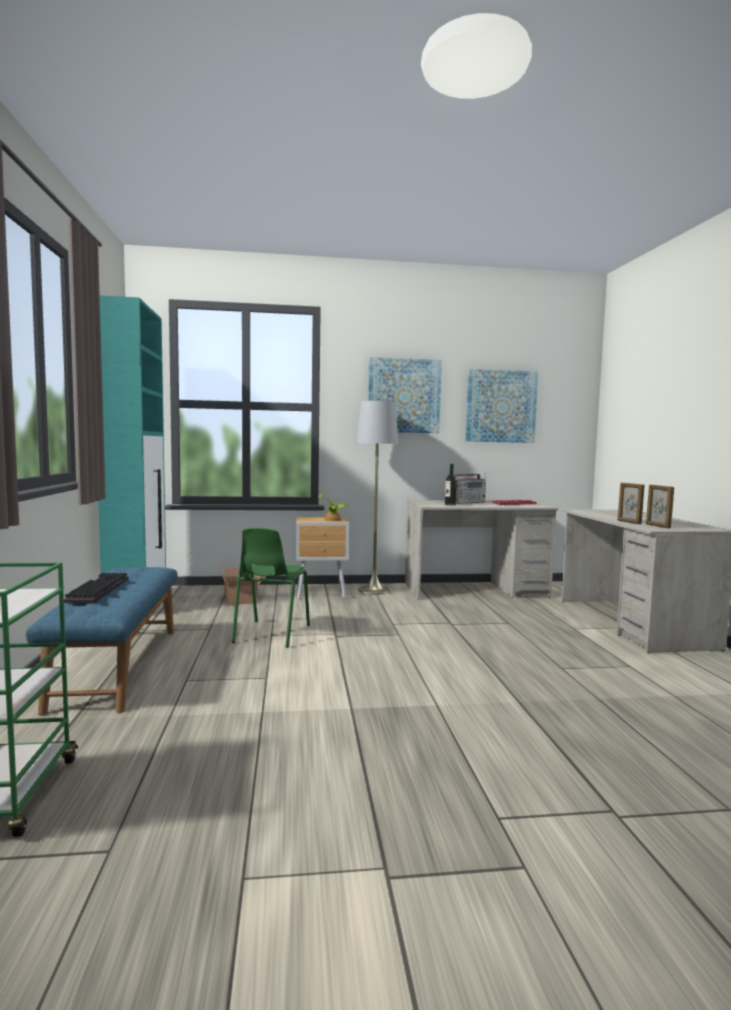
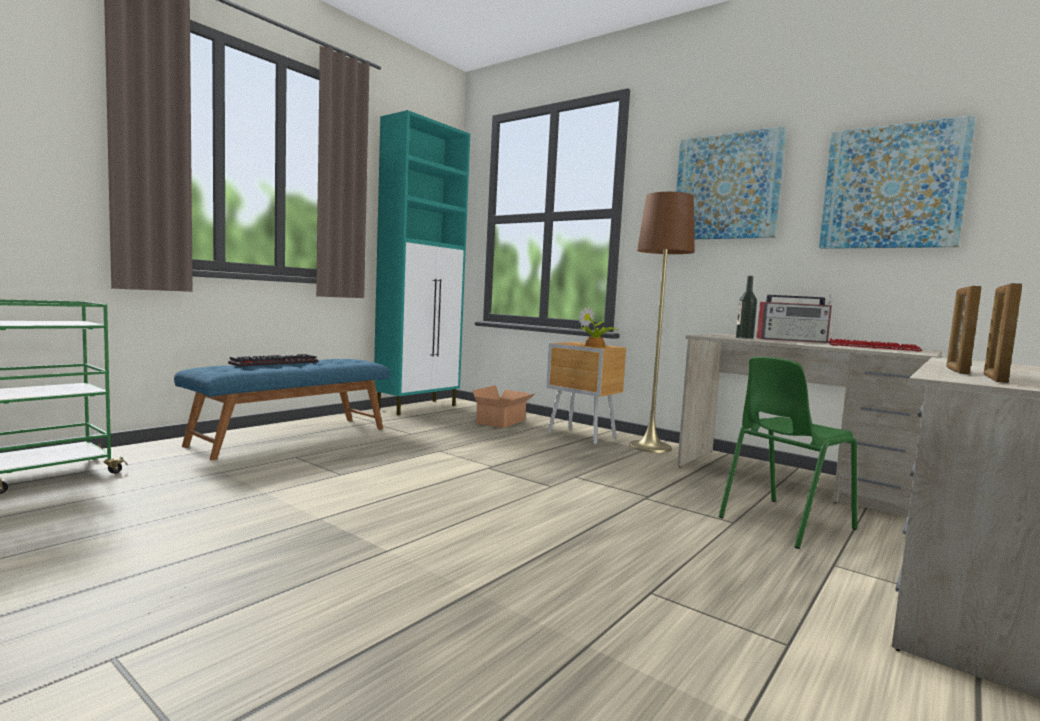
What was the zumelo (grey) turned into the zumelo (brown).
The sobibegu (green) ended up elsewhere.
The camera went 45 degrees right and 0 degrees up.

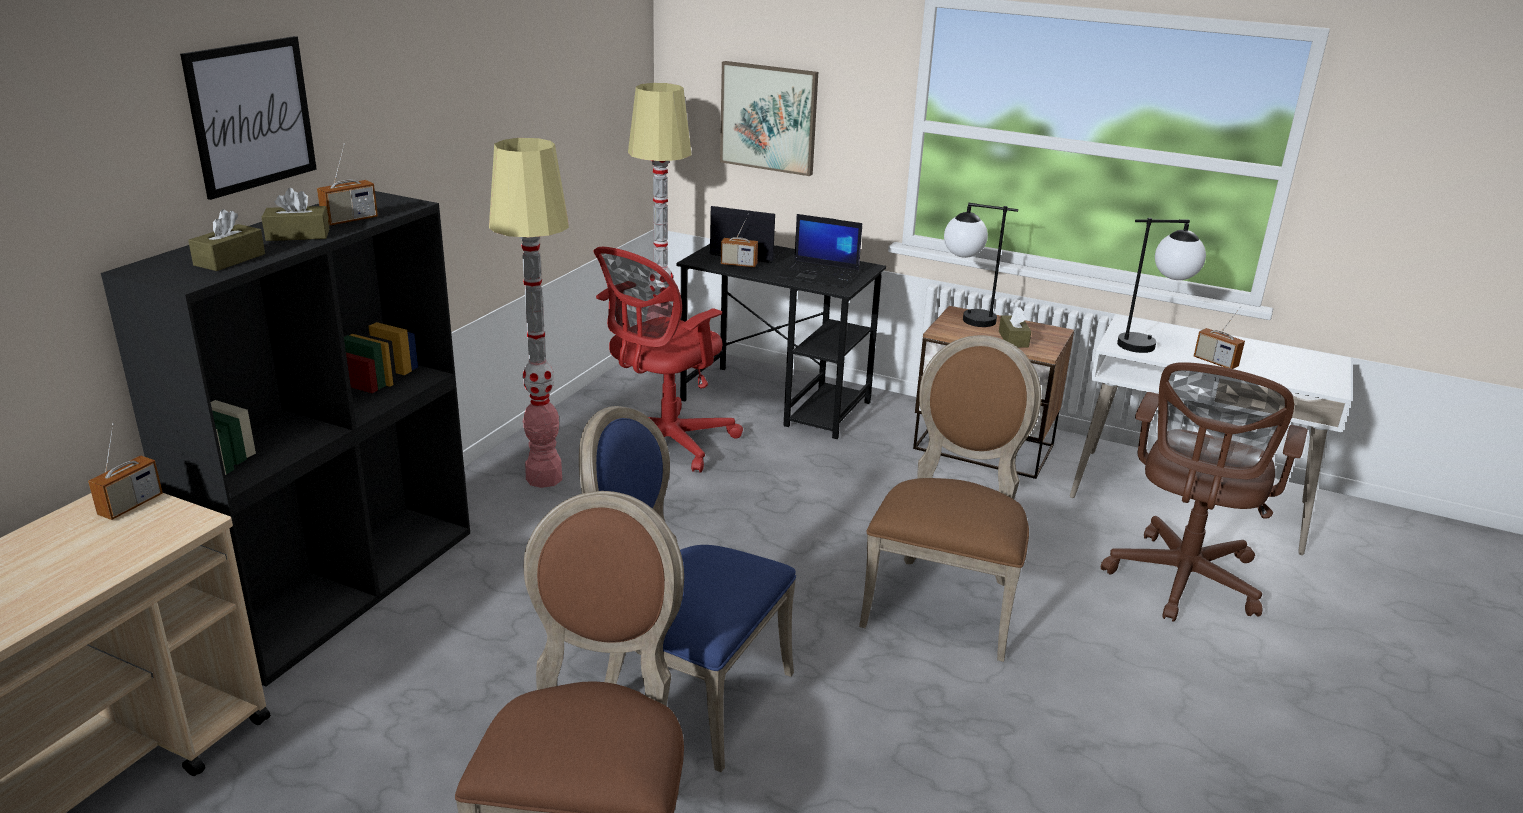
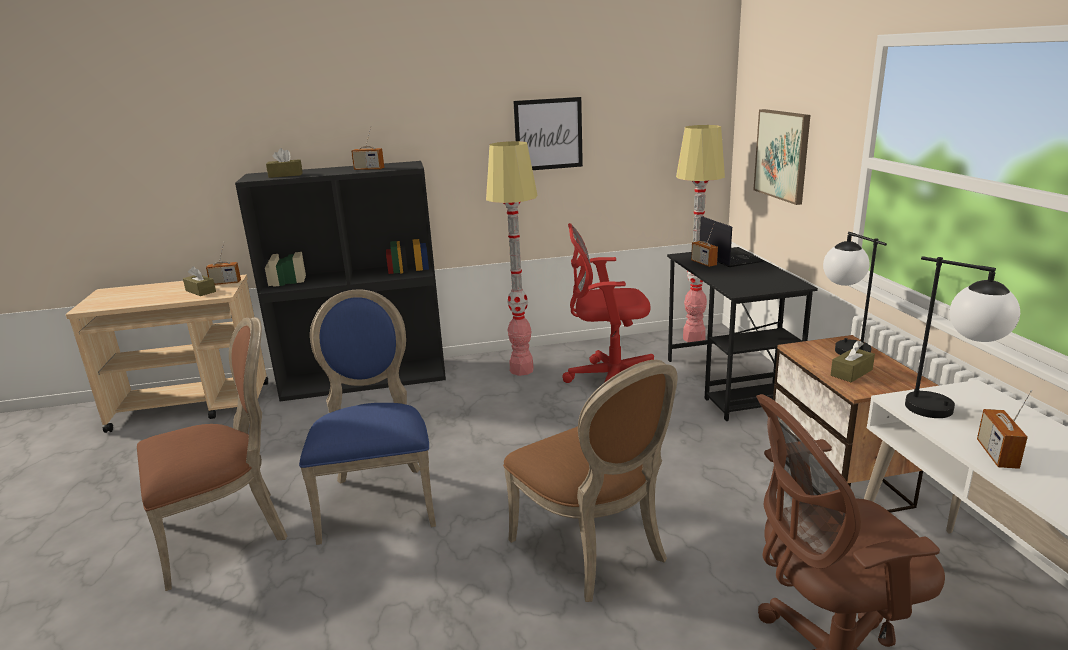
The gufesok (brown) (2nd from left in the first image) ended up elsewhere.
The sobibegu (brown) (2nd from left) ended up facing another way, 75 degrees clockwise from before.
The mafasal (1st from left) ended up elsewhere.
The second view lost the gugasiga (2nd from left).
The camera went 55 degrees right and 5 degrees down.

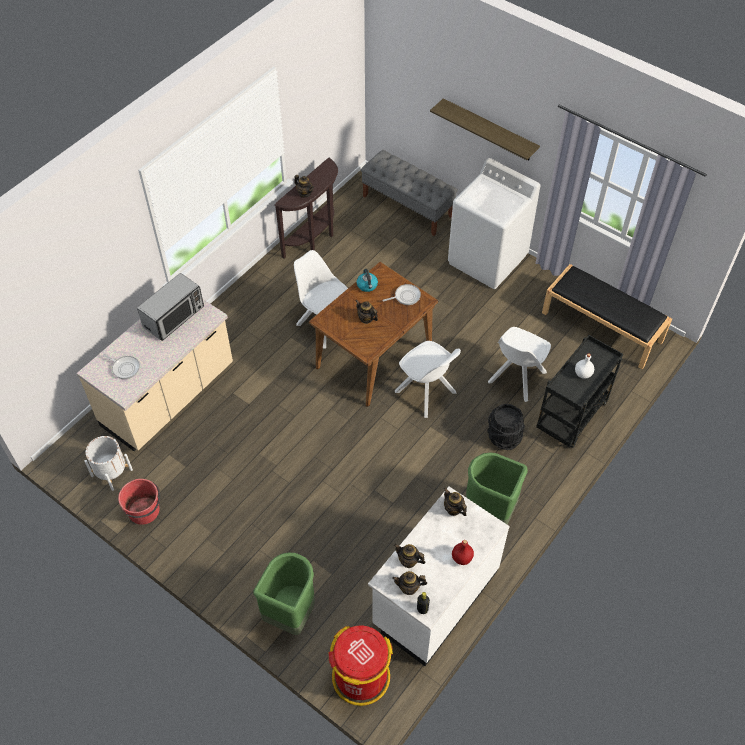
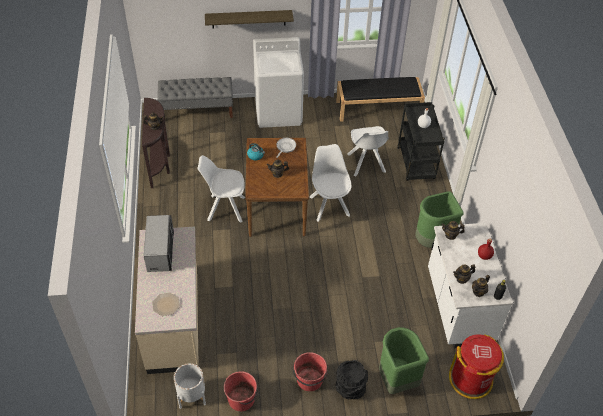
Where the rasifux (1st from left) stood, the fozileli came to stand.
The second view gained the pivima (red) (2nd from left).
The sobibegu (white) (2nd from left) ended up facing another way, 105 degrees counterclockwise from before.
The pivima (black) ended up elsewhere.
The camera went 45 degrees left and 5 degrees down.

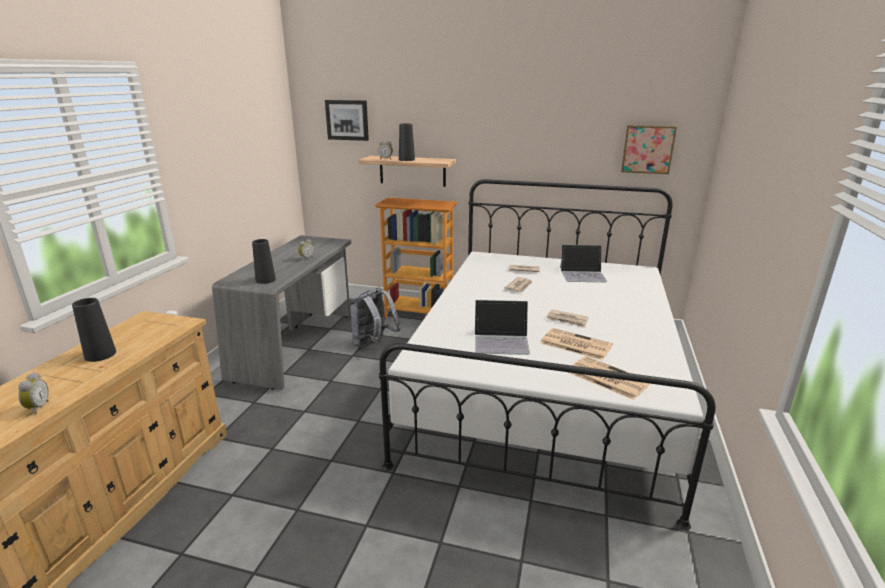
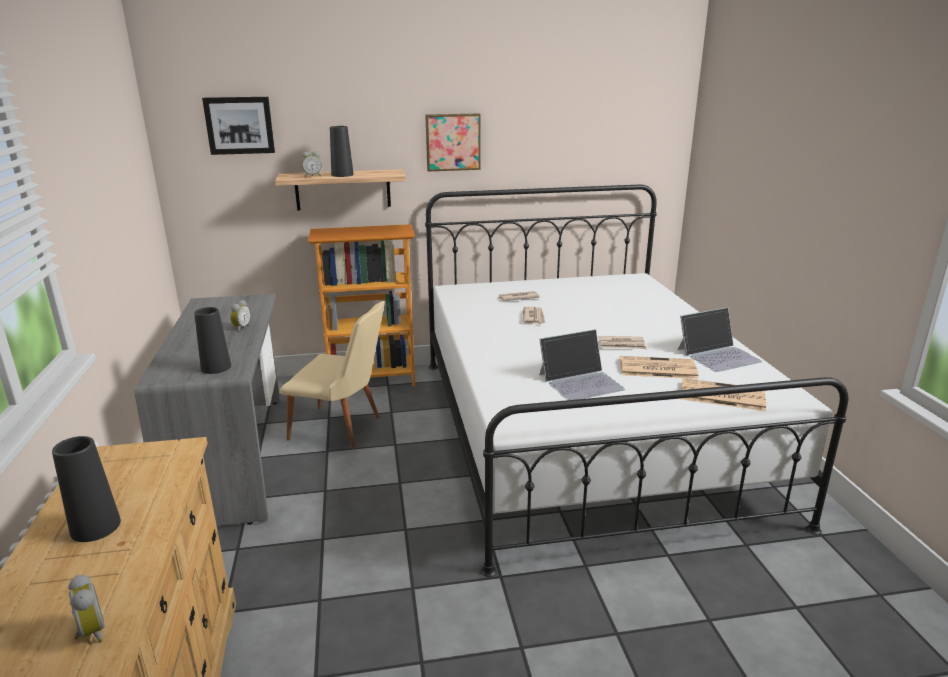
Where the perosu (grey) stood, the sobibegu (beige) came to stand.
The mafasal (2nd from left) ended up elsewhere.
The gugasiga (2nd from left) ended up elsewhere.
The camera went 25 degrees left and 0 degrees up.

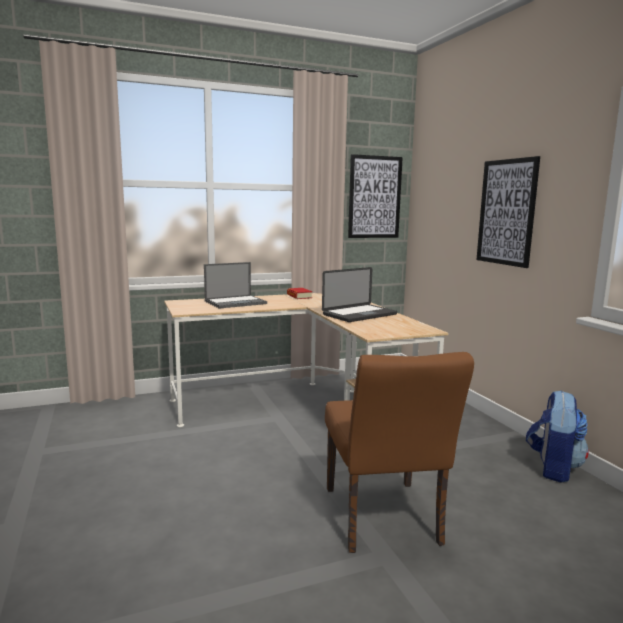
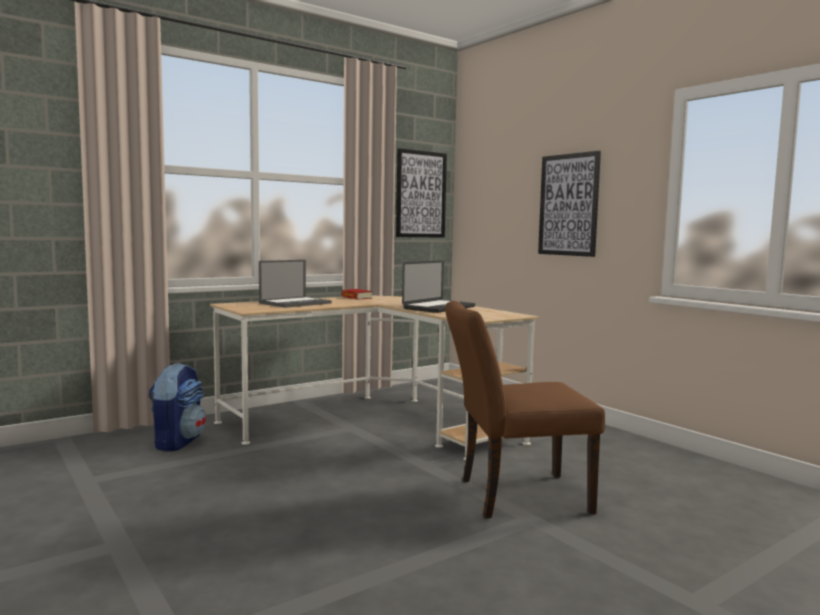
The perosu ended up elsewhere.
The sobibegu (brown) ended up facing another way, 105 degrees clockwise from before.
The camera went 15 degrees left and 5 degrees down.

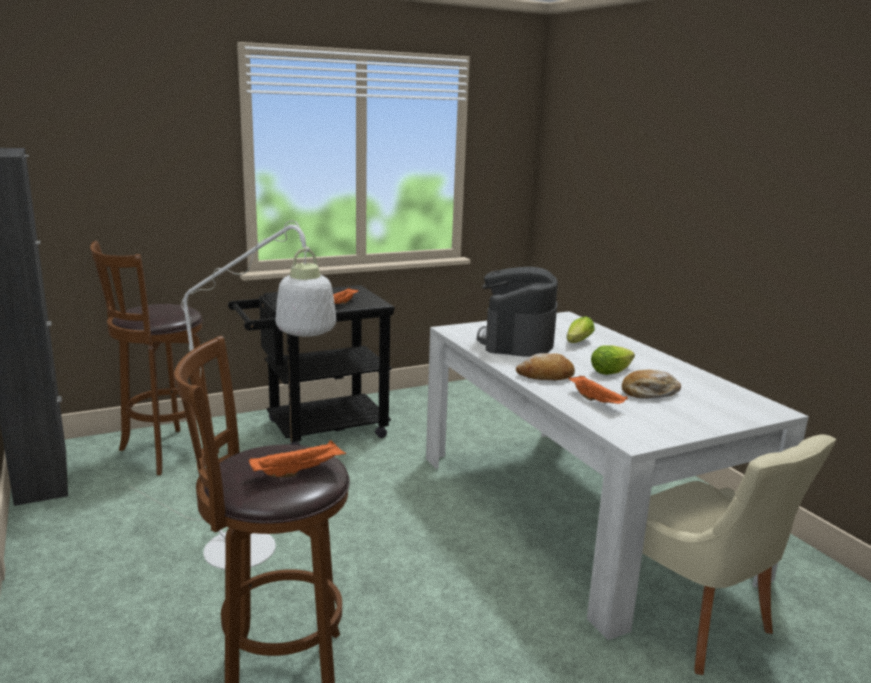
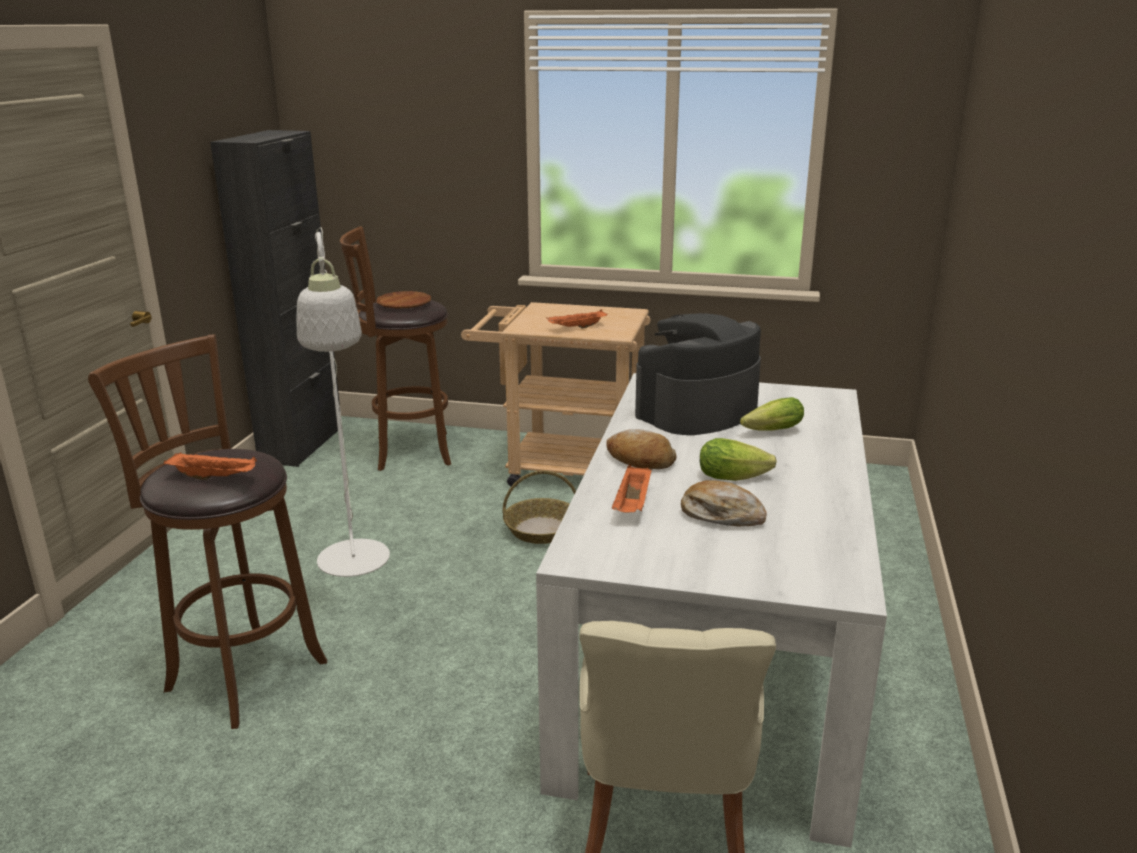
The second view gained the fozileli (brown).
What was the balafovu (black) turned into the balafovu (beige).
The second view gained the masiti.
The camera went 40 degrees right and 5 degrees up.

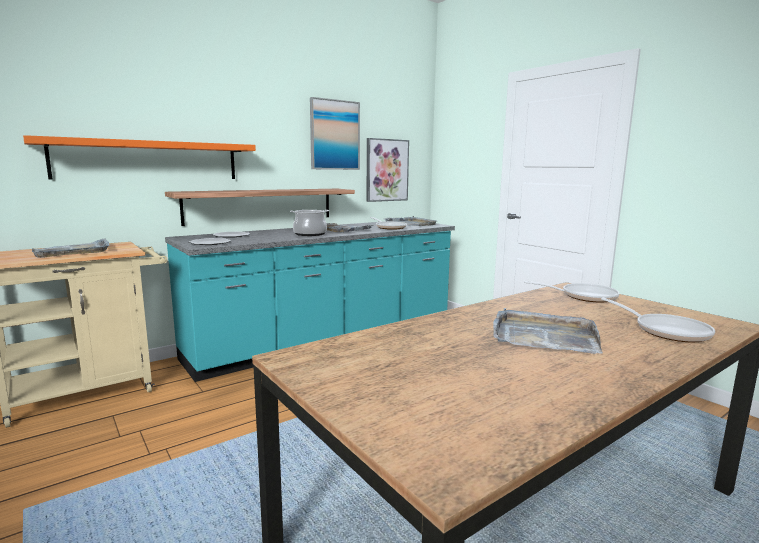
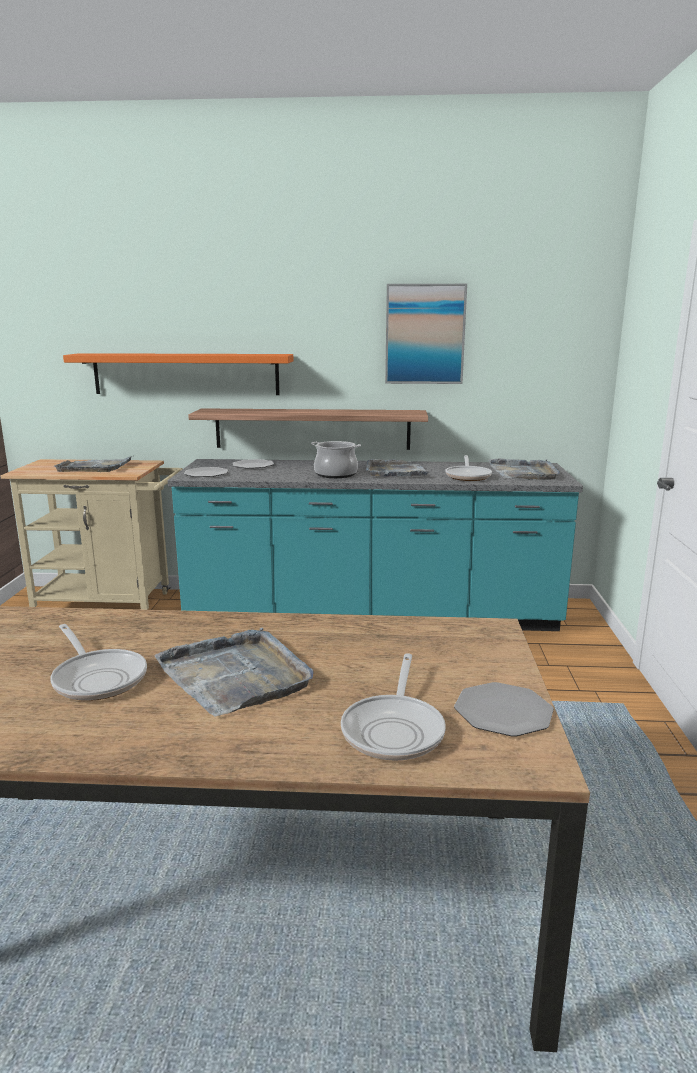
The rasifux (2nd from left in the first image) ended up elsewhere.
The second view gained the fozileli (3rd from left).
The second view lost the mafasal (2nd from left).
The camera went 40 degrees right and 5 degrees up.

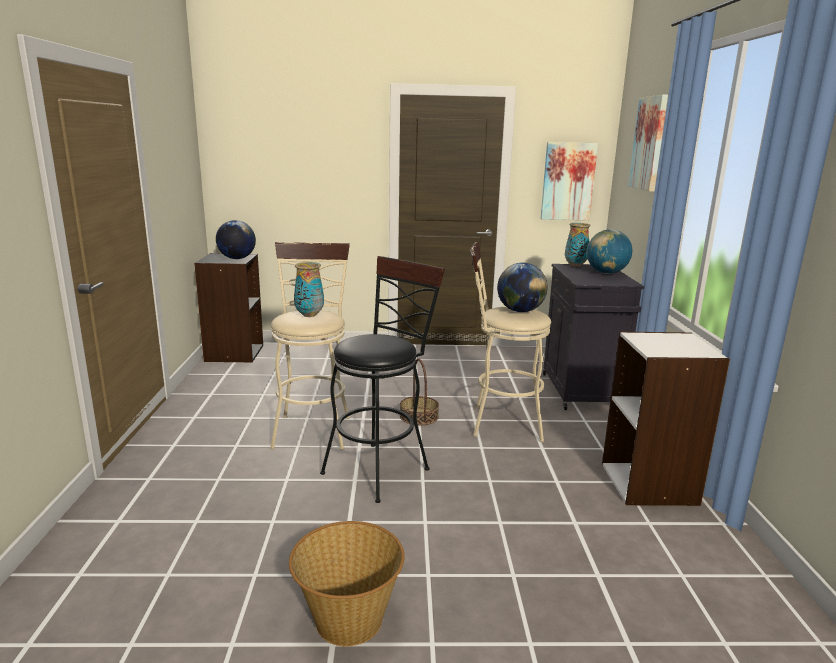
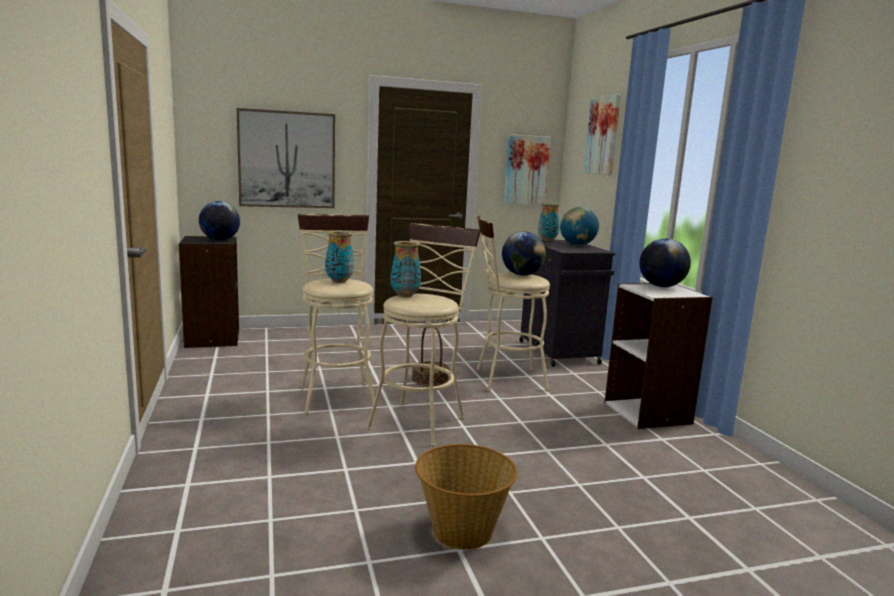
The second view gained the mafasal (1st from left).
What was the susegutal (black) turned into the susegutal (beige) (2nd from left).
The second view gained the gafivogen (2nd from left).
The second view gained the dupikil (4th from left).
The camera went 15 degrees left and 5 degrees down.

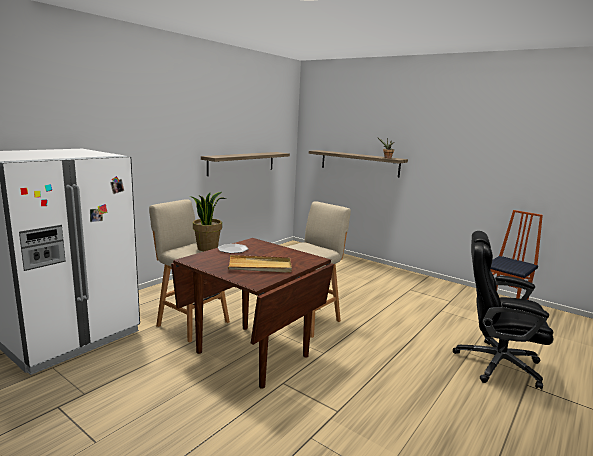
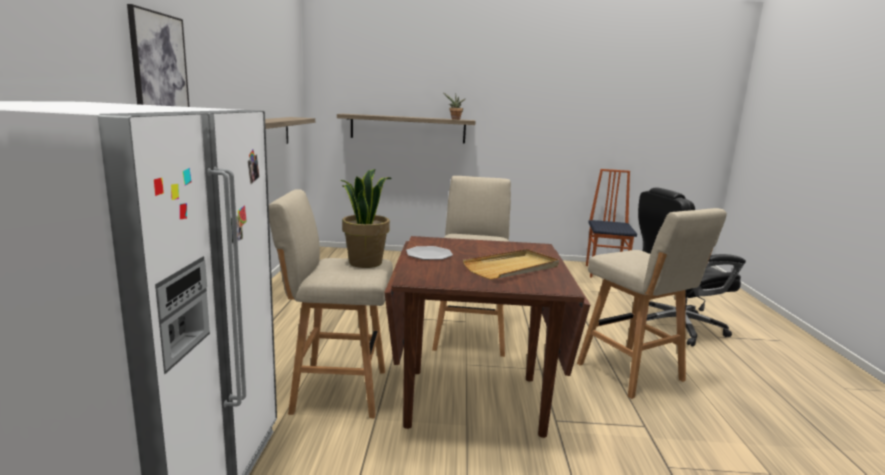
The second view gained the mafasal.
The second view gained the susegutal (beige) (3rd from left).
The camera went 35 degrees left and 0 degrees up.

